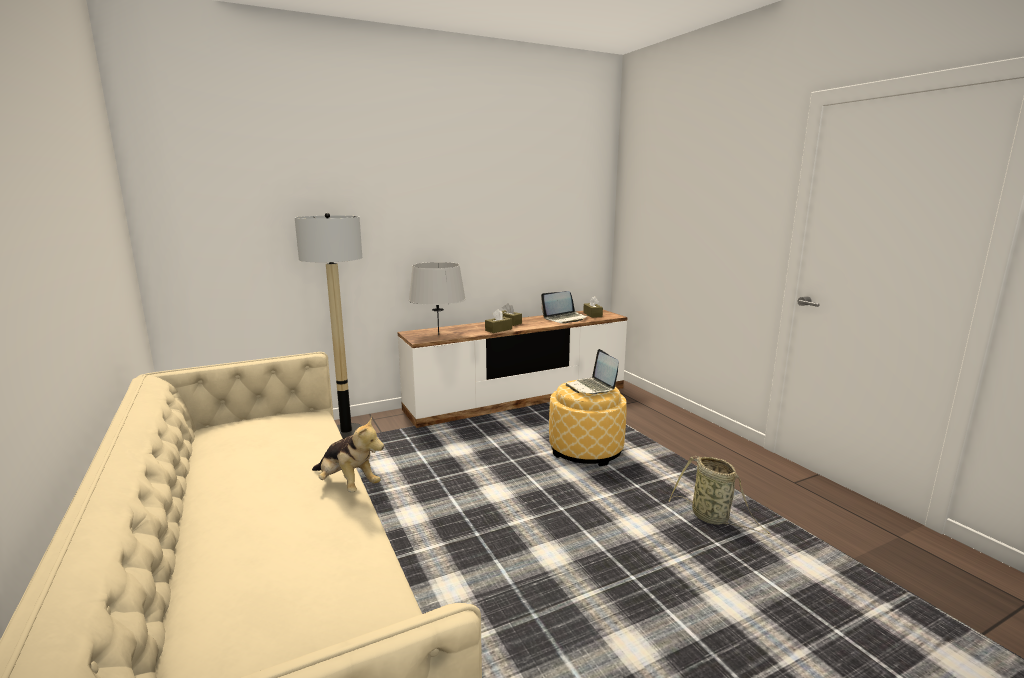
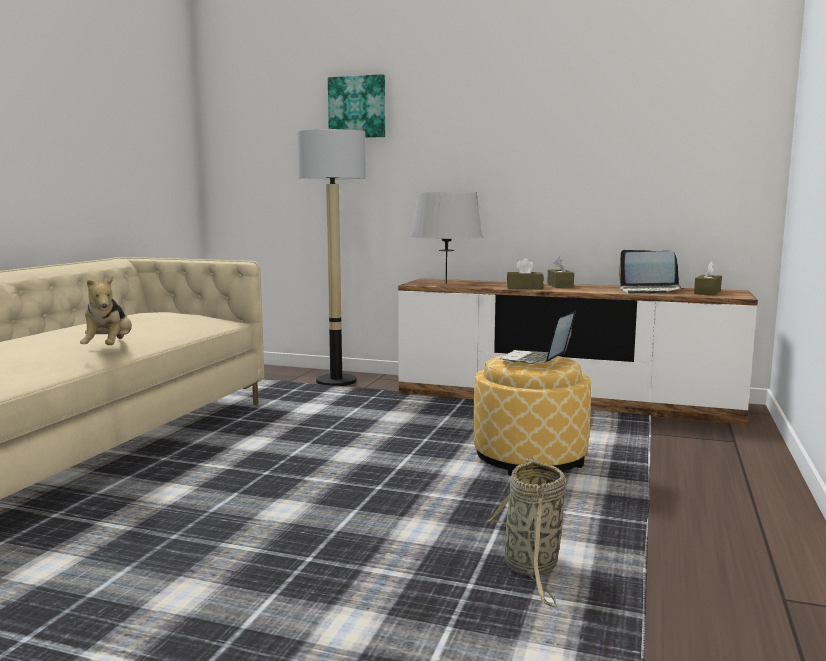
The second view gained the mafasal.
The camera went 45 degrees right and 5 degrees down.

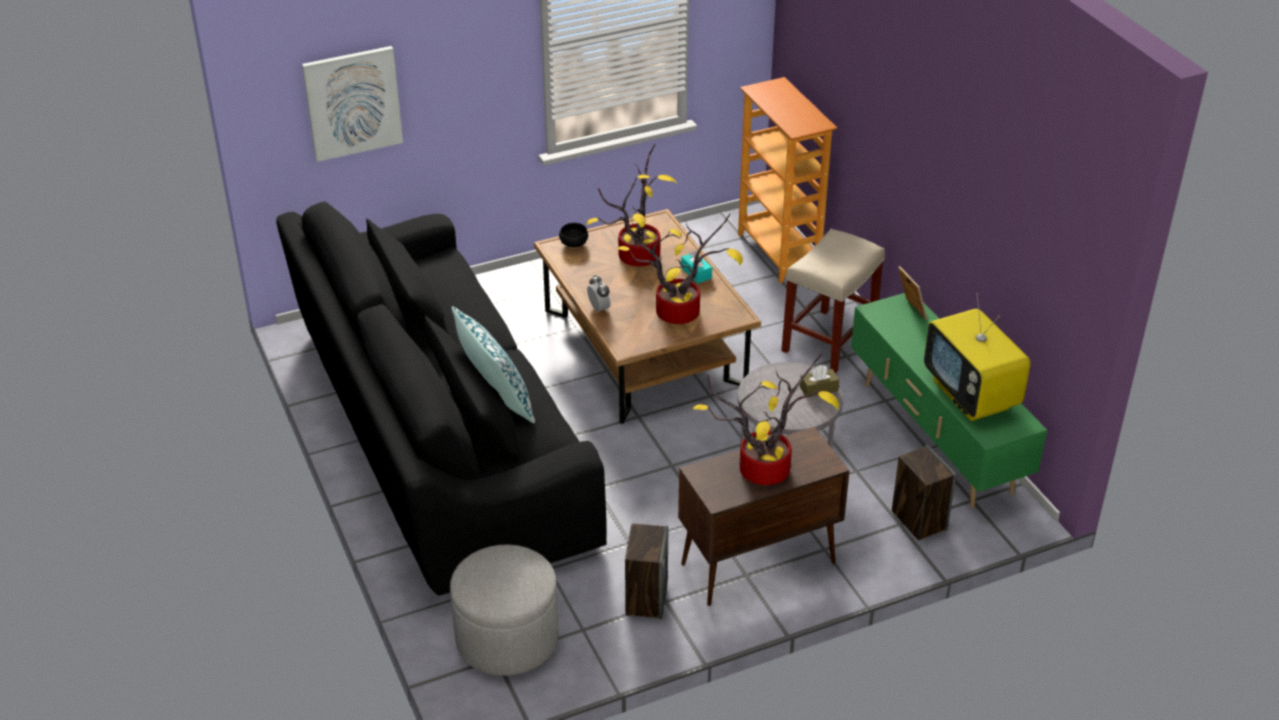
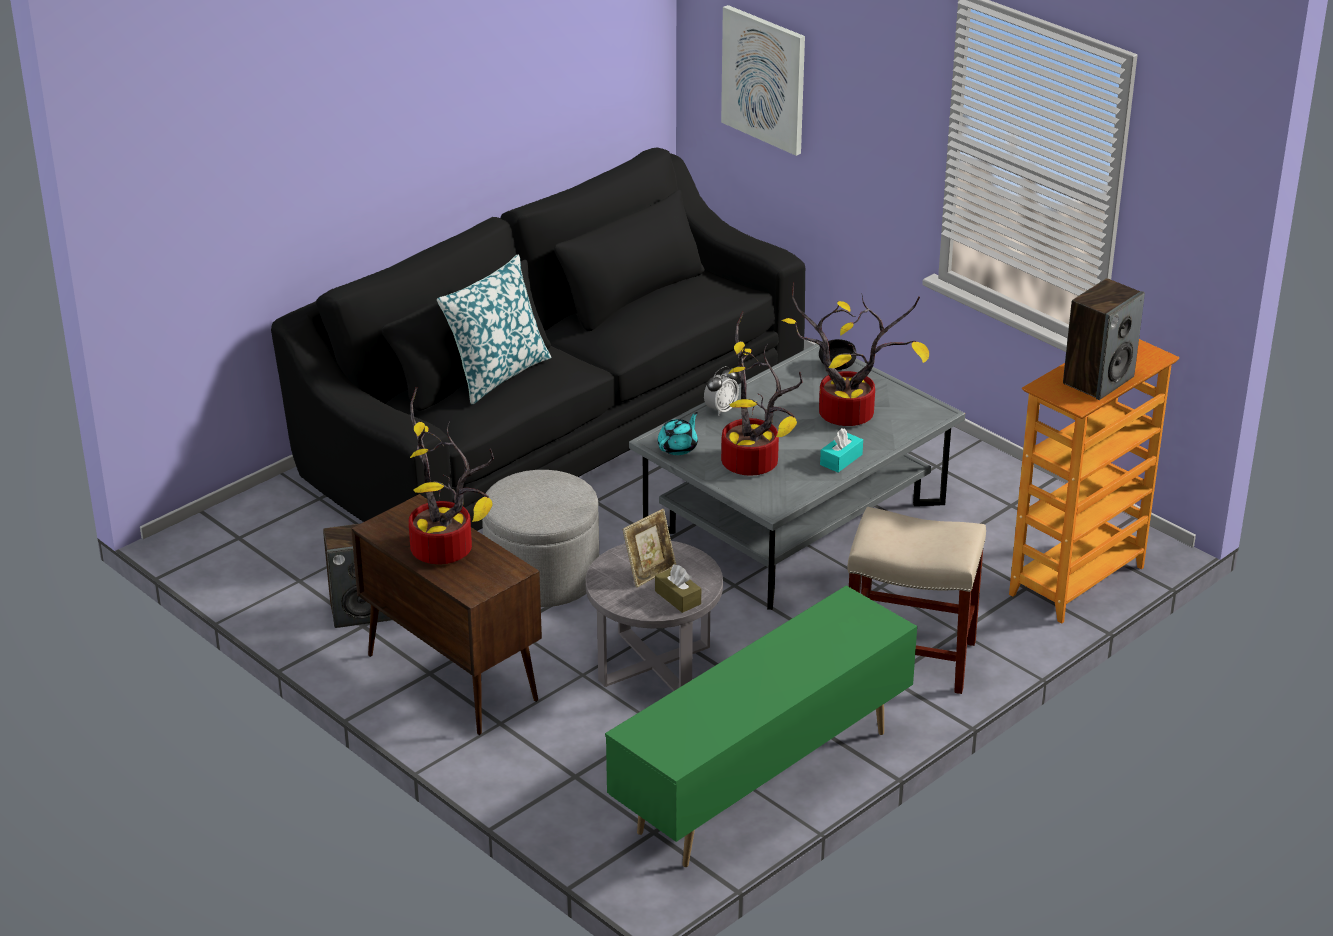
The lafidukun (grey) ended up elsewhere.
The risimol ended up elsewhere.
What was the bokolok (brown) turned into the bokolok (grey).
The second view gained the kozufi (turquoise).
The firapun (2nd from left) ended up elsewhere.
The second view lost the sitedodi.
The camera went 70 degrees right and 5 degrees down.

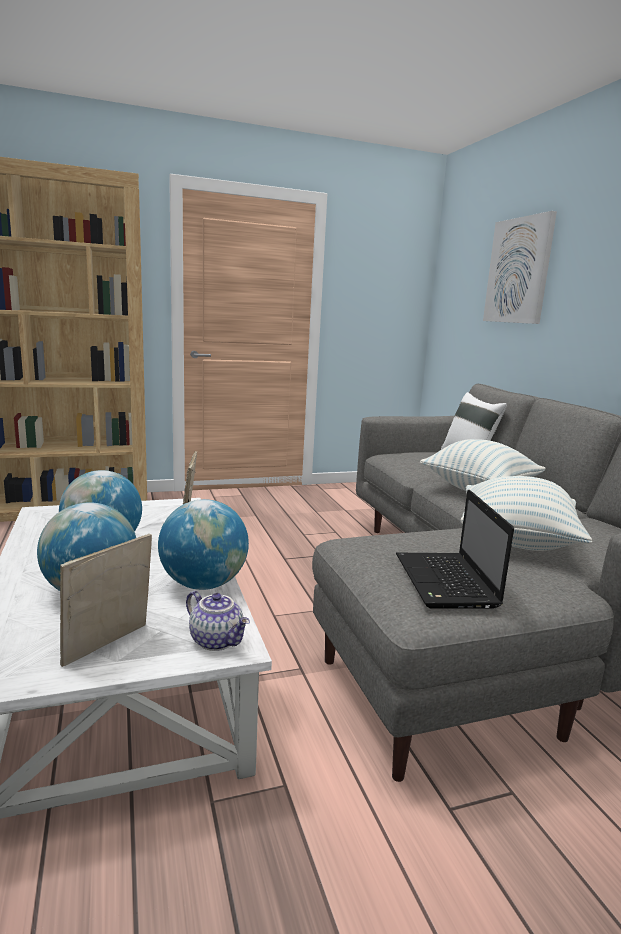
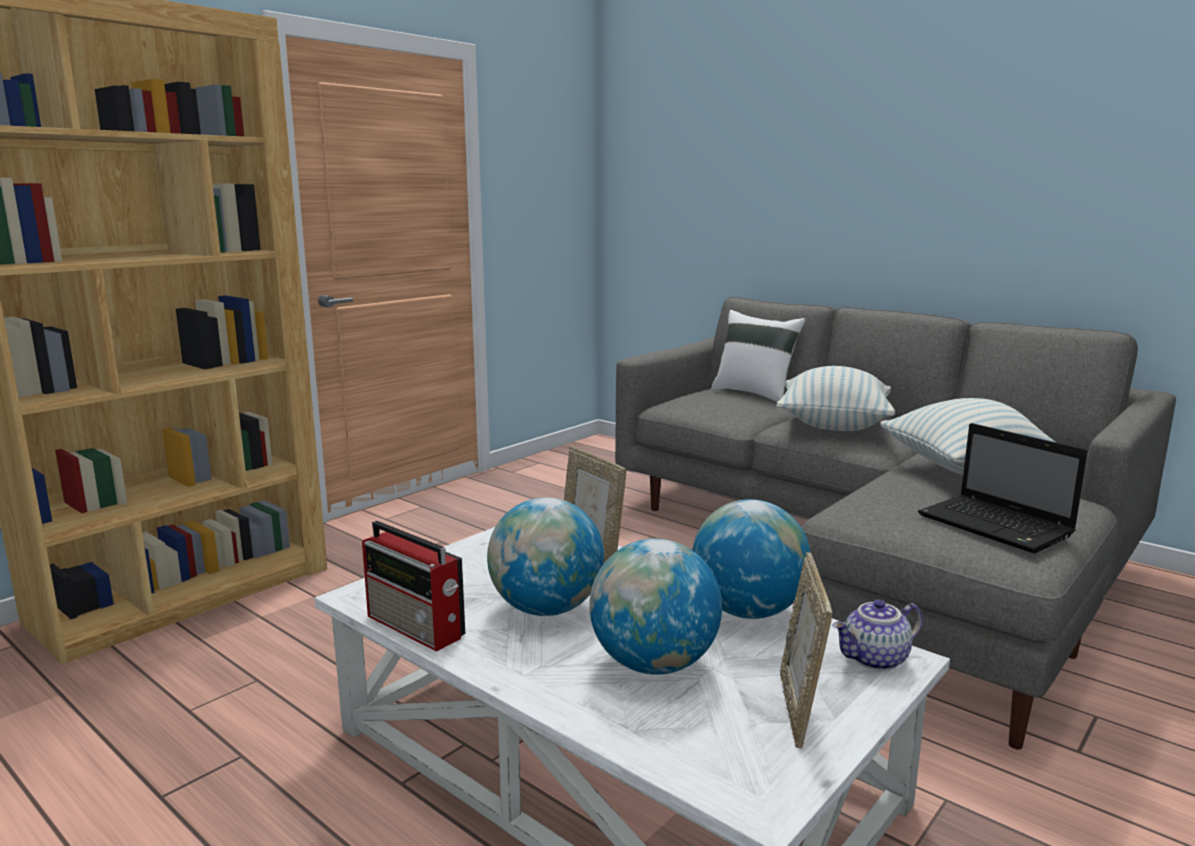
The second view gained the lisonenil.
The kozufi ended up facing another way, 150 degrees clockwise from before.
The second view lost the mafasal.
The camera went 30 degrees left and 0 degrees up.

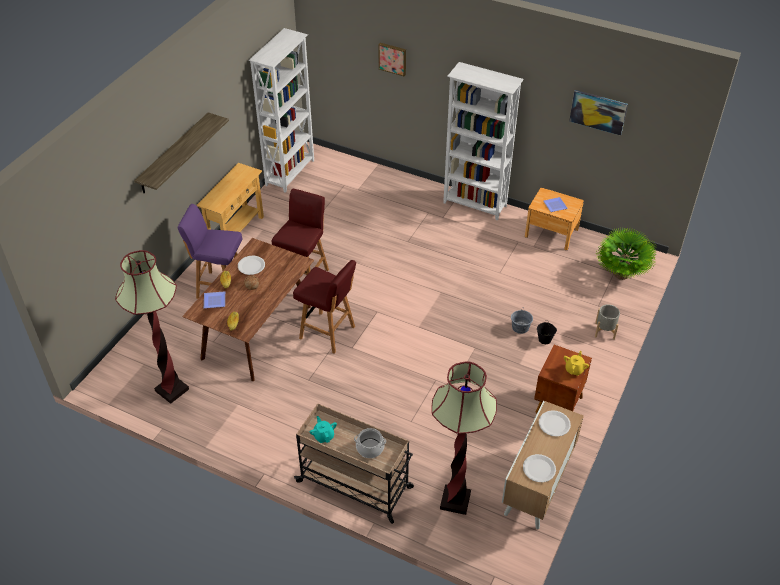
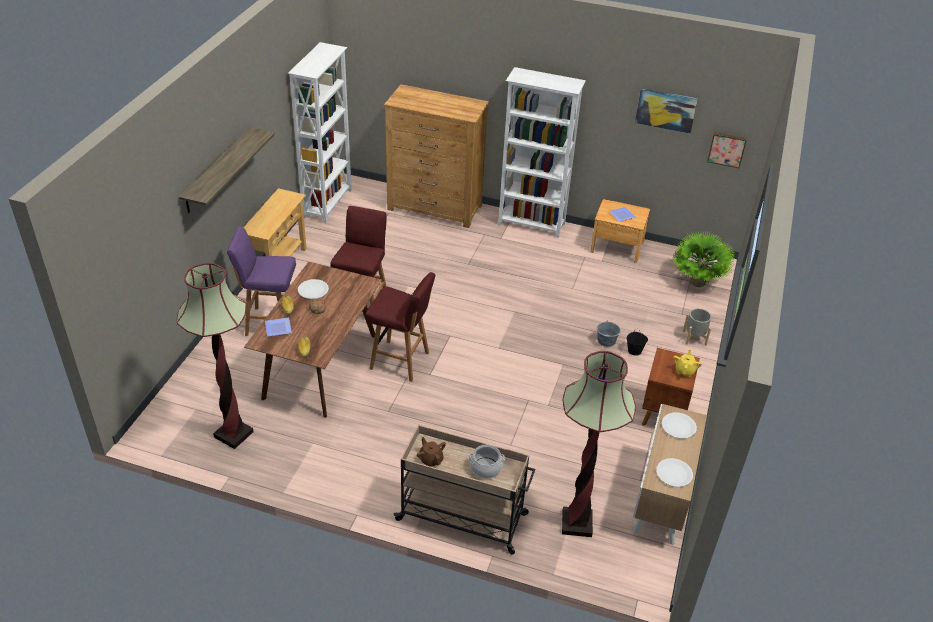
The second view gained the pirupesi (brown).
What was the kozufi (turquoise) turned into the kozufi (brown).
The mafasal (1st from left in the first image) ended up elsewhere.
The camera went 10 degrees left and 5 degrees down.

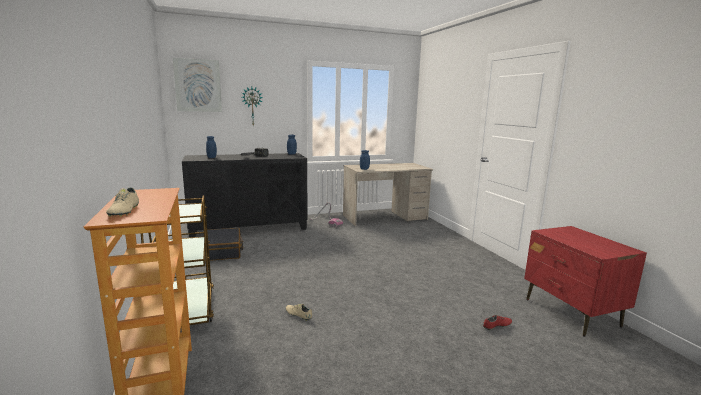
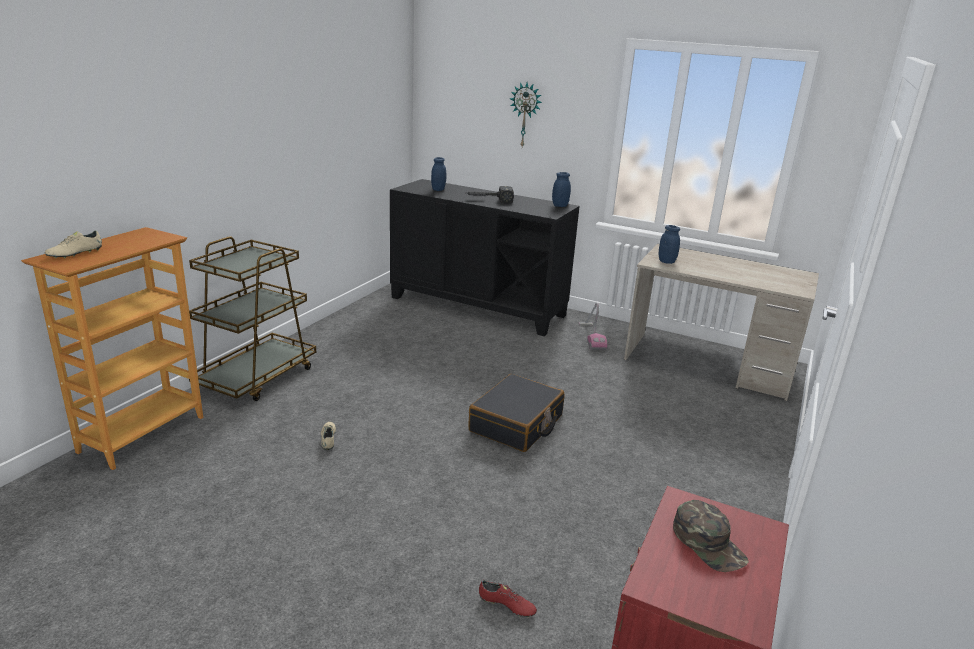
The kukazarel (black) ended up elsewhere.
The second view gained the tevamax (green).
The second view lost the mafasal.
The camera went 45 degrees right and 10 degrees up.

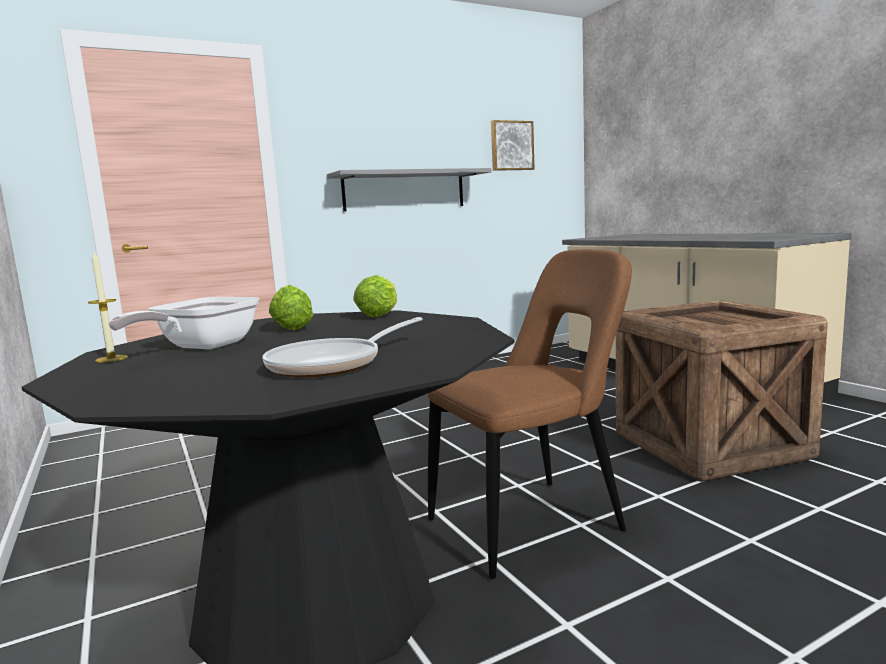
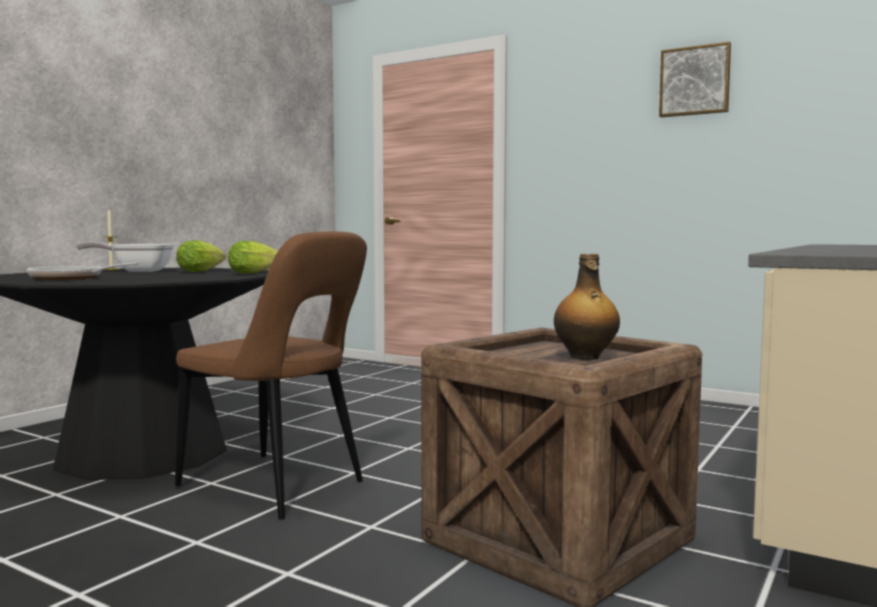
The second view gained the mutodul.
The mafasal ended up elsewhere.
The second view lost the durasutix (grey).
The camera went 60 degrees right and 5 degrees down.

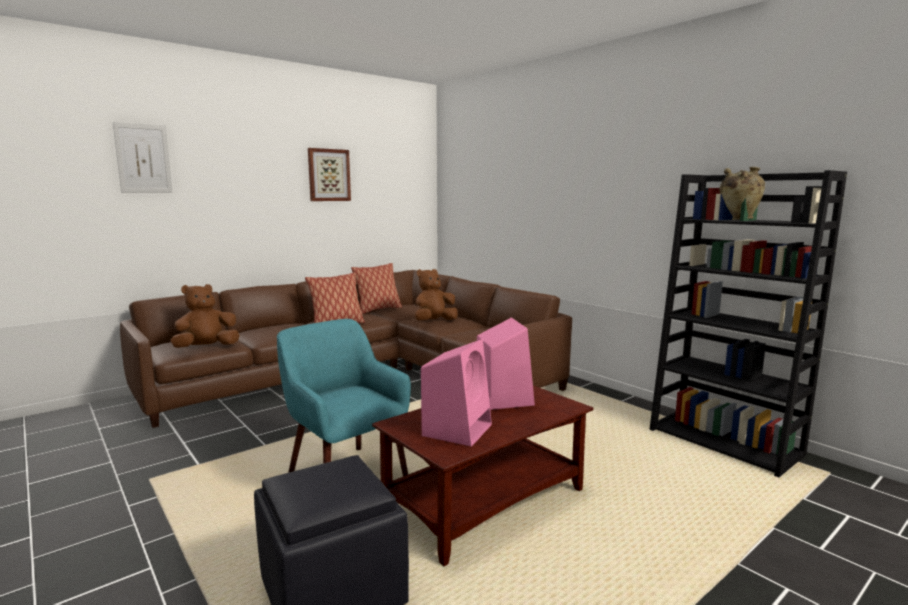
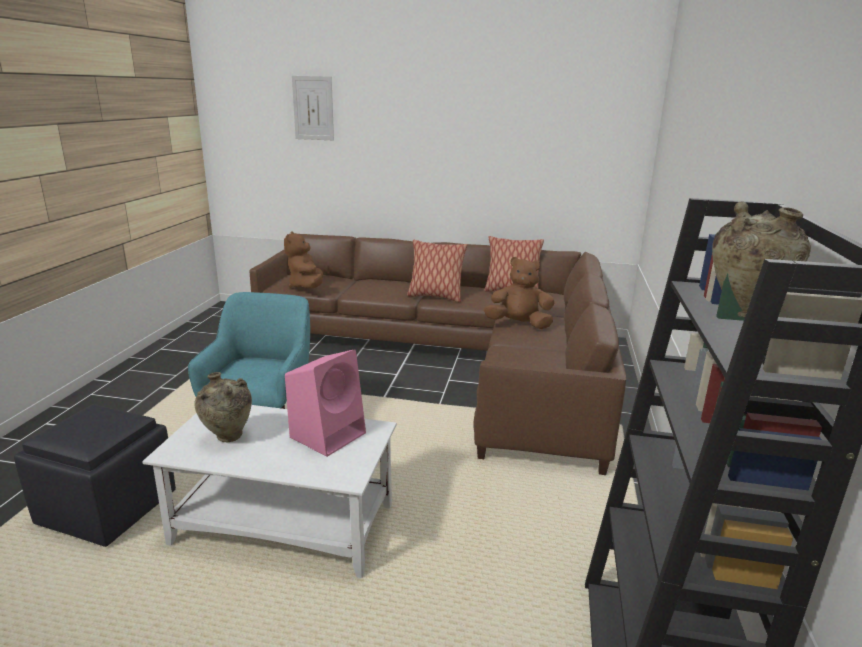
What was the bokolok (brown) turned into the bokolok (white).
Where the firapun (pink) (1st from left) stood, the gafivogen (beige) (1st from left) came to stand.
The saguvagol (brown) (1st from left) ended up facing another way, 105 degrees counterclockwise from before.
The second view lost the mafasal (2nd from left).
The camera went 50 degrees right and 10 degrees up.

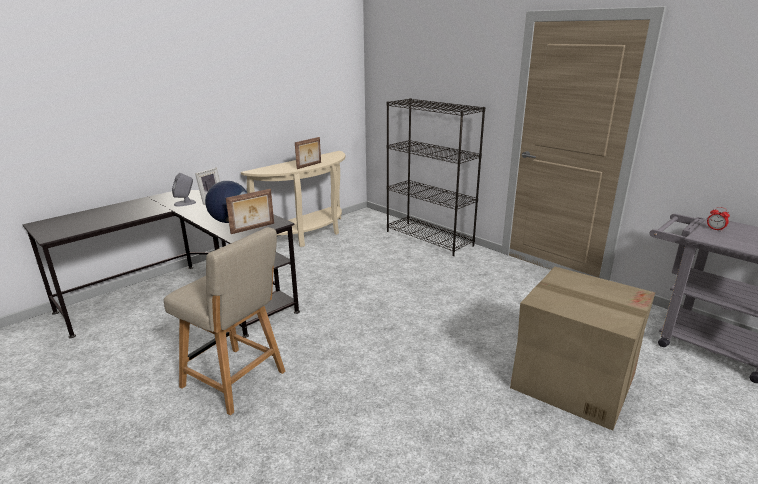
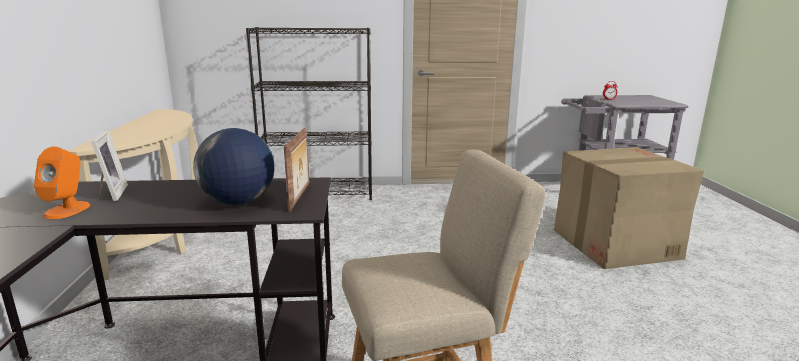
What was the firapun (grey) turned into the firapun (orange).
The second view lost the risimol (3rd from left).
The camera went 50 degrees left and 5 degrees down.

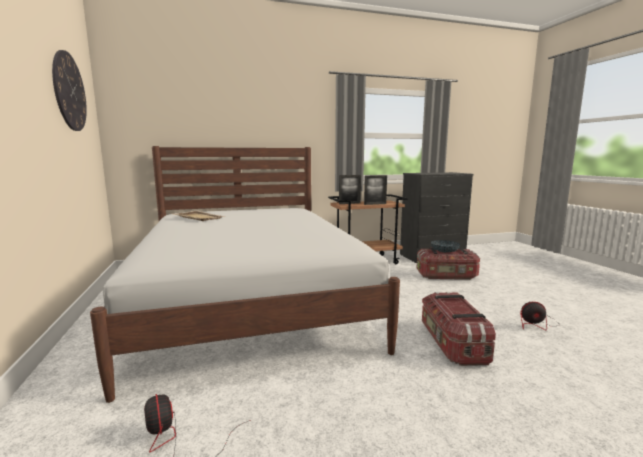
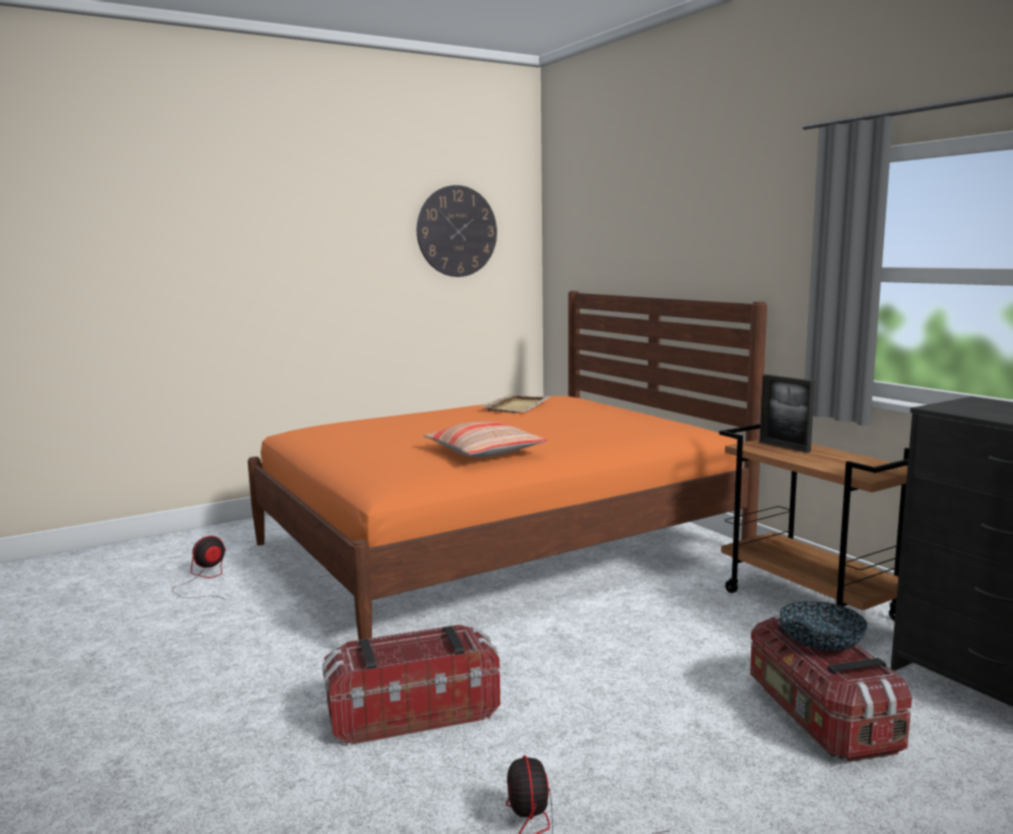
What was the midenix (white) turned into the midenix (orange).
The second view gained the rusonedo.
The second view lost the risimol (2nd from left).
The camera went 75 degrees right and 0 degrees up.

